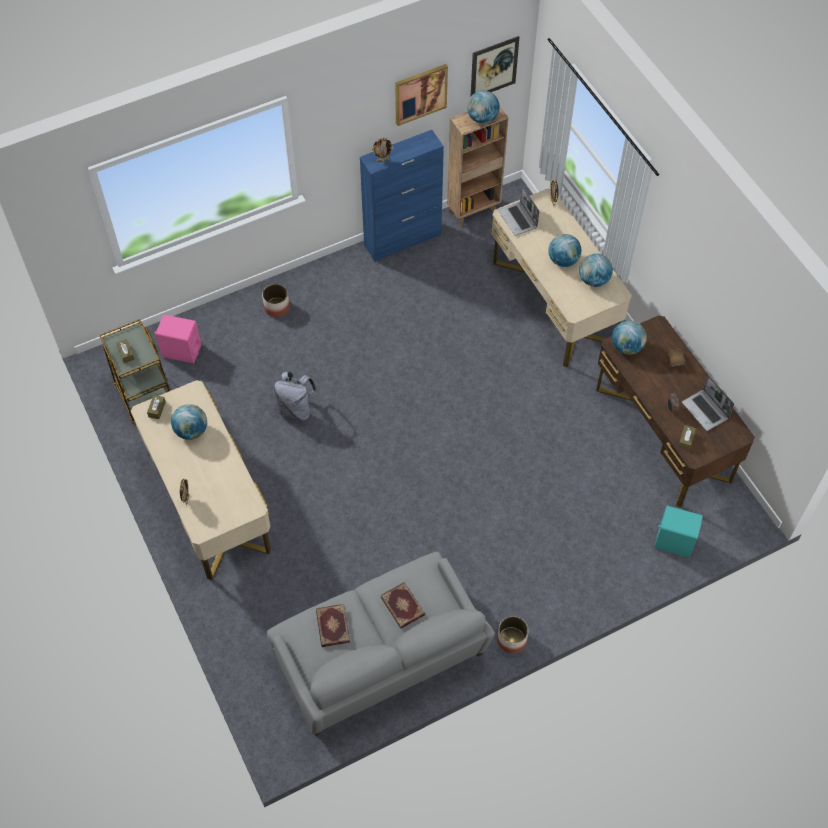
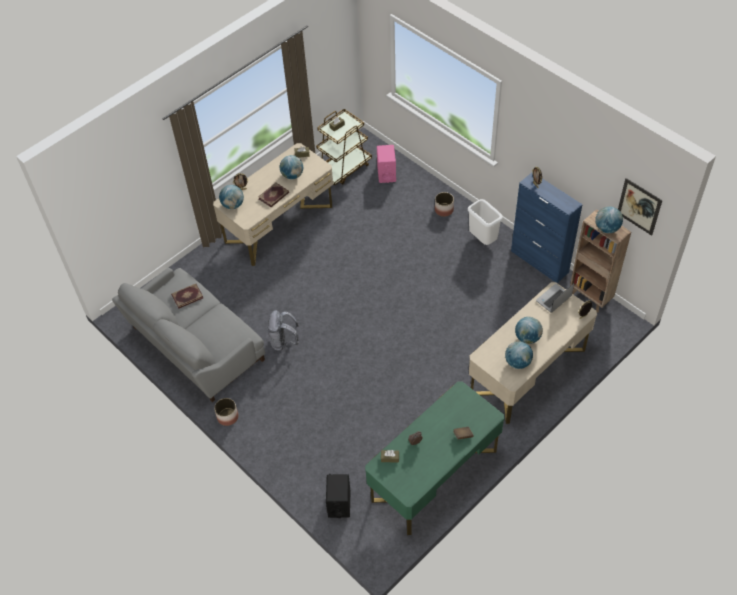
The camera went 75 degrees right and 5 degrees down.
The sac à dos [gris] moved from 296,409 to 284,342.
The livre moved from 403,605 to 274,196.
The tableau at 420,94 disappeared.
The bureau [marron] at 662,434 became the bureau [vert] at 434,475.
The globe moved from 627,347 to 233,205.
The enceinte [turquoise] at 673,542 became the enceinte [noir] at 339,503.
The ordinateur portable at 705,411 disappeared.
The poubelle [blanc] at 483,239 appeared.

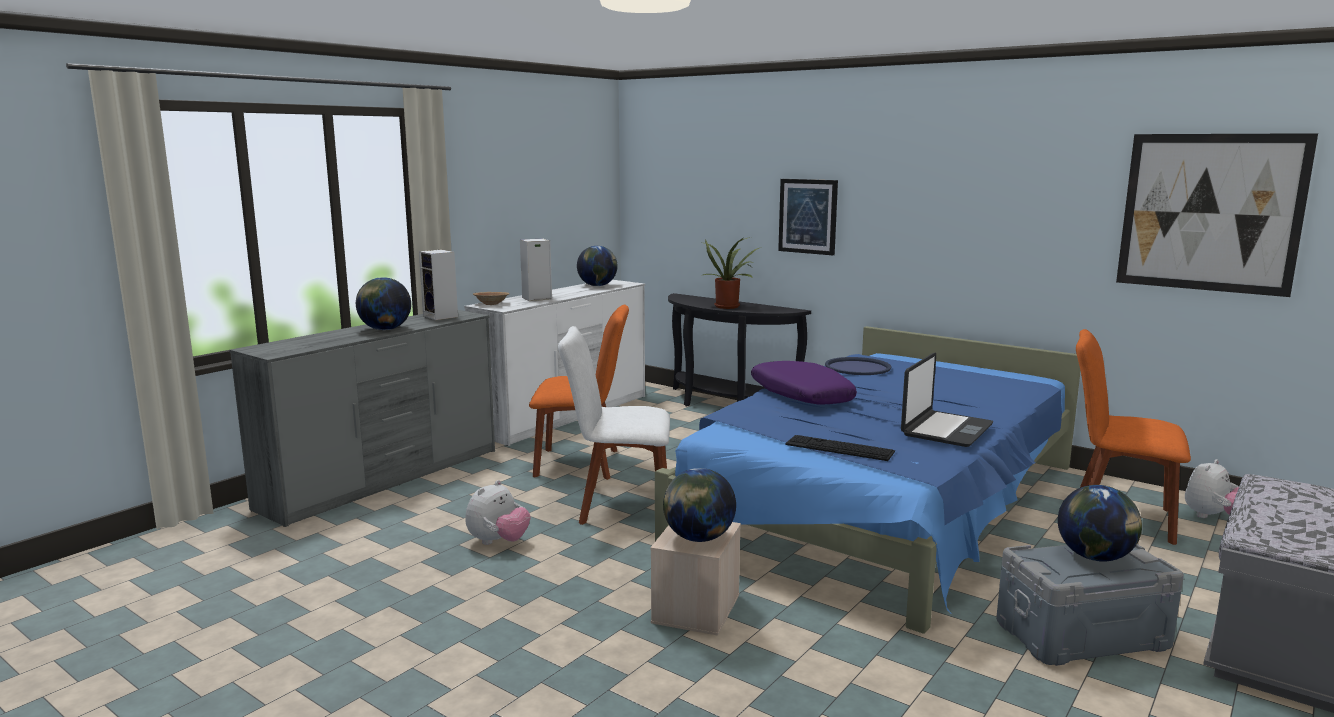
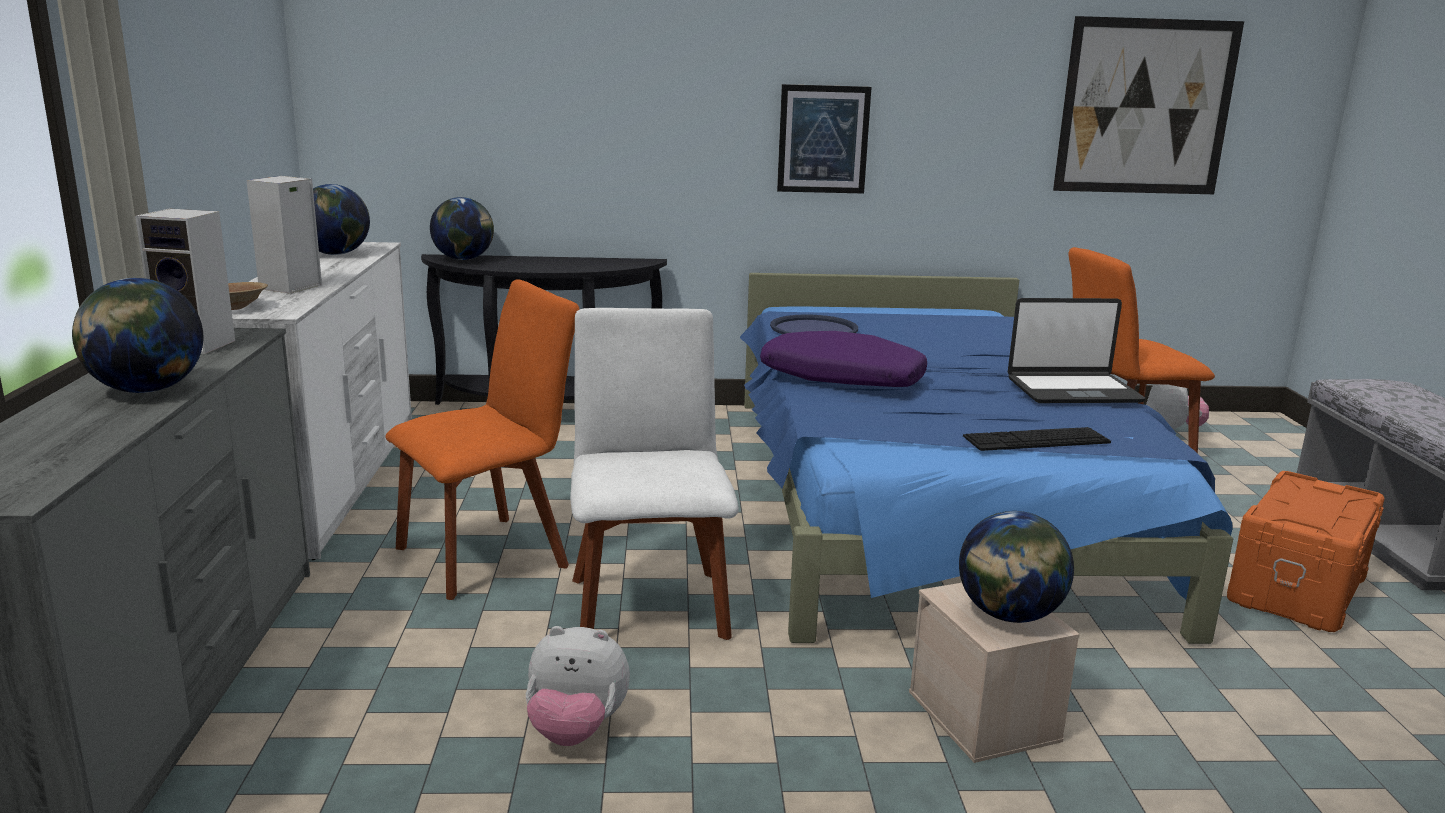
The camera went 40 degrees left and 5 degrees up.
The peluche at 498,542 turned 105 degrees clockwise.
The chaise [blanc] at 619,505 turned 120 degrees clockwise.
The plante en pot at 729,306 disappeared.
The tableau moved from 808,216 to 823,139.
The ordinateur portable at 945,430 turned 90 degrees clockwise.
The boîte de rangement [gris] at 1082,636 became the boîte de rangement [orange] at 1299,589.
The globe moved from 1095,557 to 464,259.

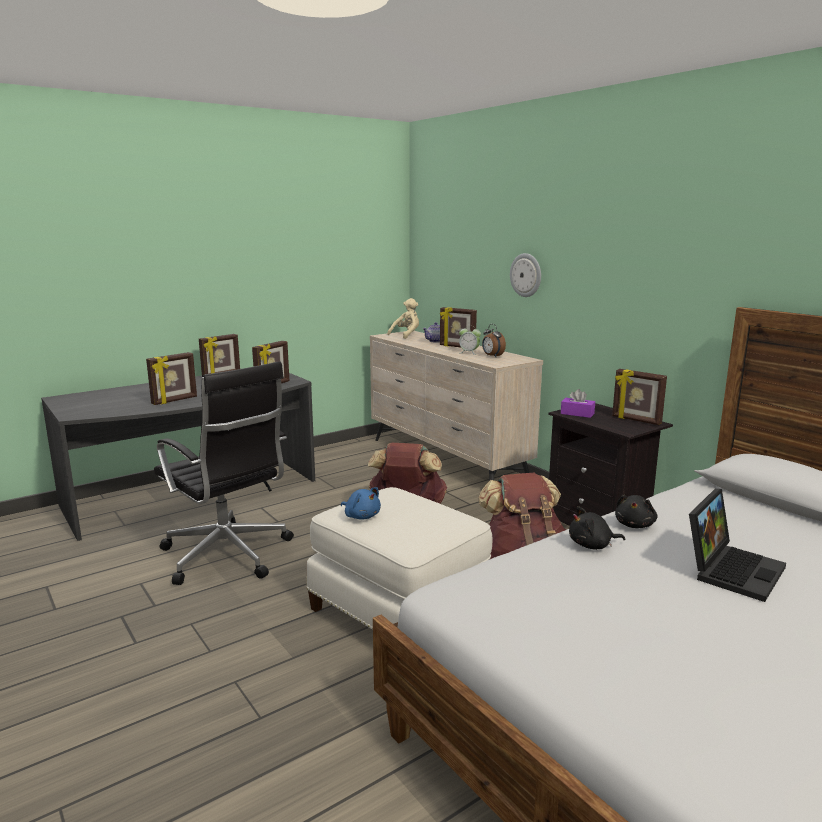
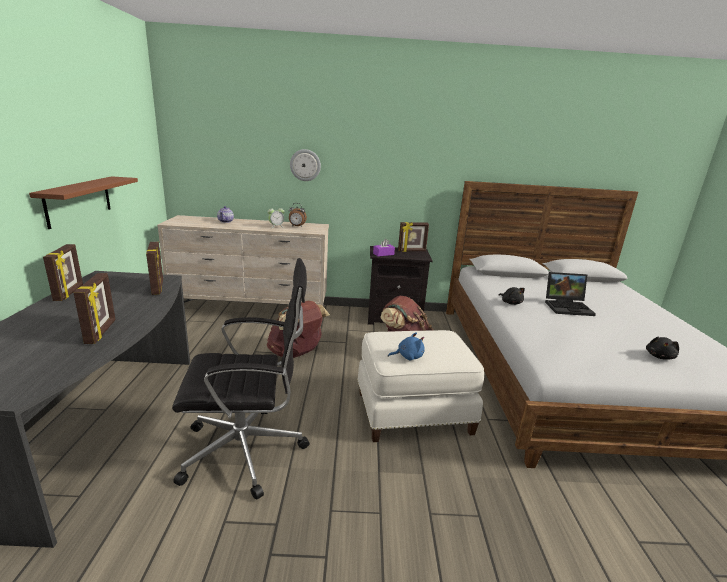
The camera went 55 degrees left and 5 degrees up.
The peluche [beige] at 406,335 disappeared.
The cadre photo at 457,347 disappeared.
The peluche [noir] moved from 592,545 to 659,356.
The ordinateur portable at 731,569 turned 105 degrees clockwise.
The étagère [marron] at 78,201 appeared.

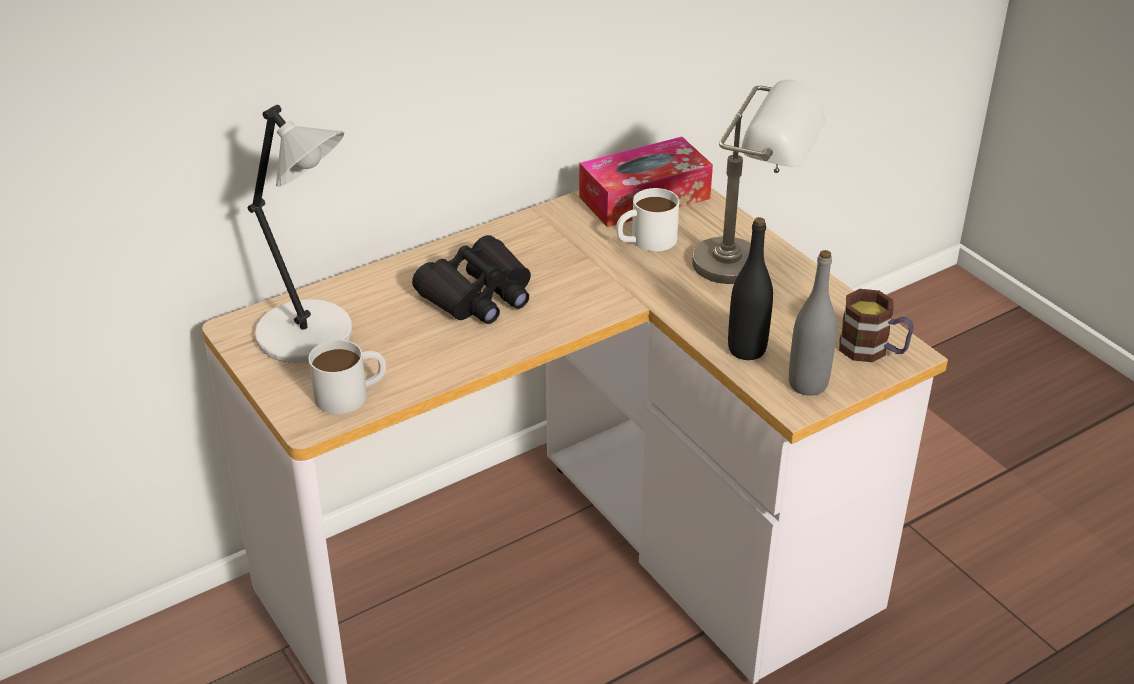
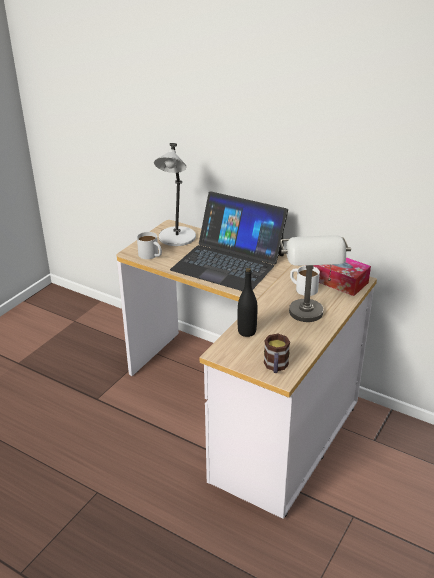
The camera went 65 degrees right and 5 degrees down.
The jumelles [noir] at 478,295 was replaced by the ordinateur portable at 228,262.
The bouteille [gris] at 808,384 disappeared.

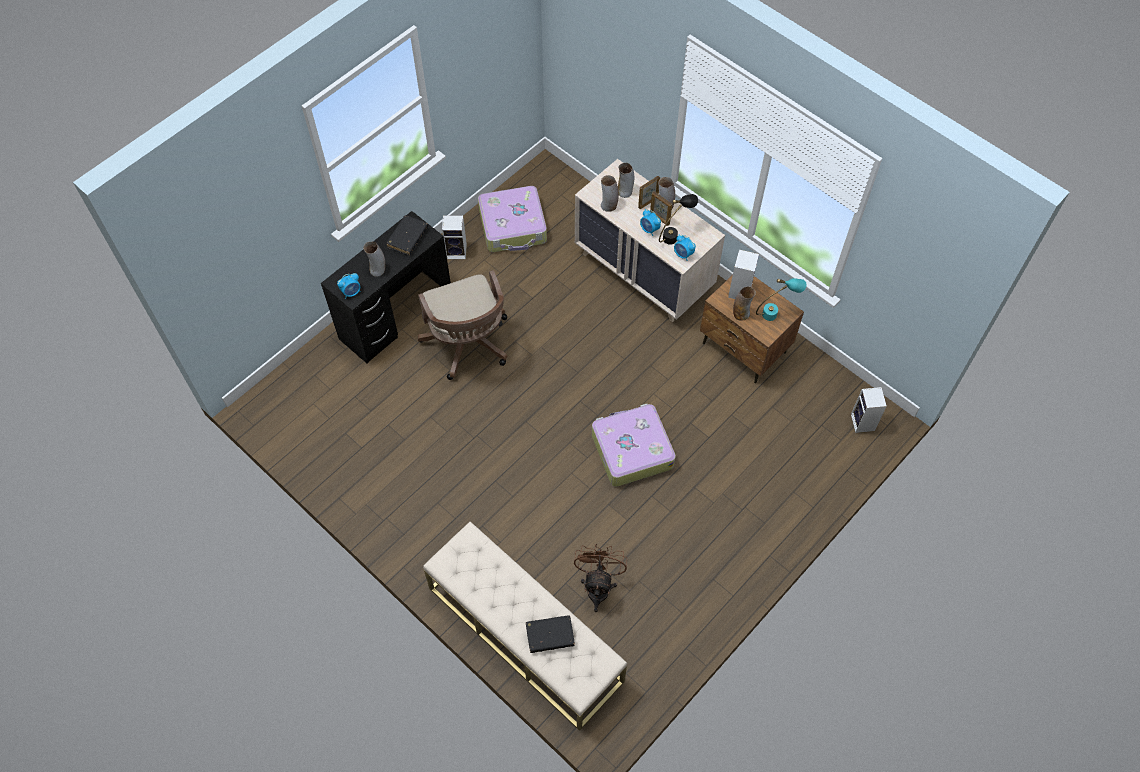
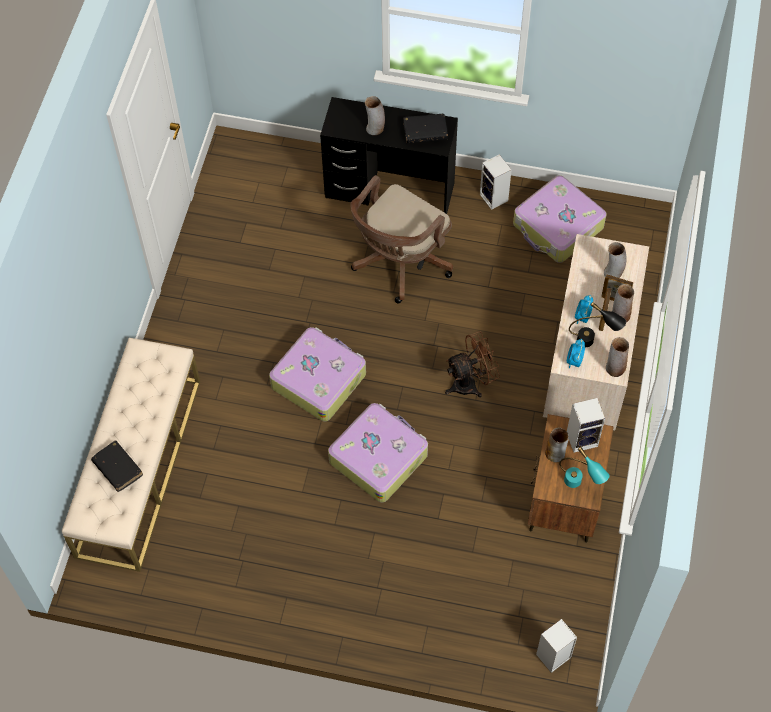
The camera went 60 degrees right and 0 degrees up.
The réveil at 351,292 disappeared.
The ventilateur [marron] moved from 598,586 to 470,383.
The vase moved from 609,206 to 614,369.
The valise at 318,379 appeared.

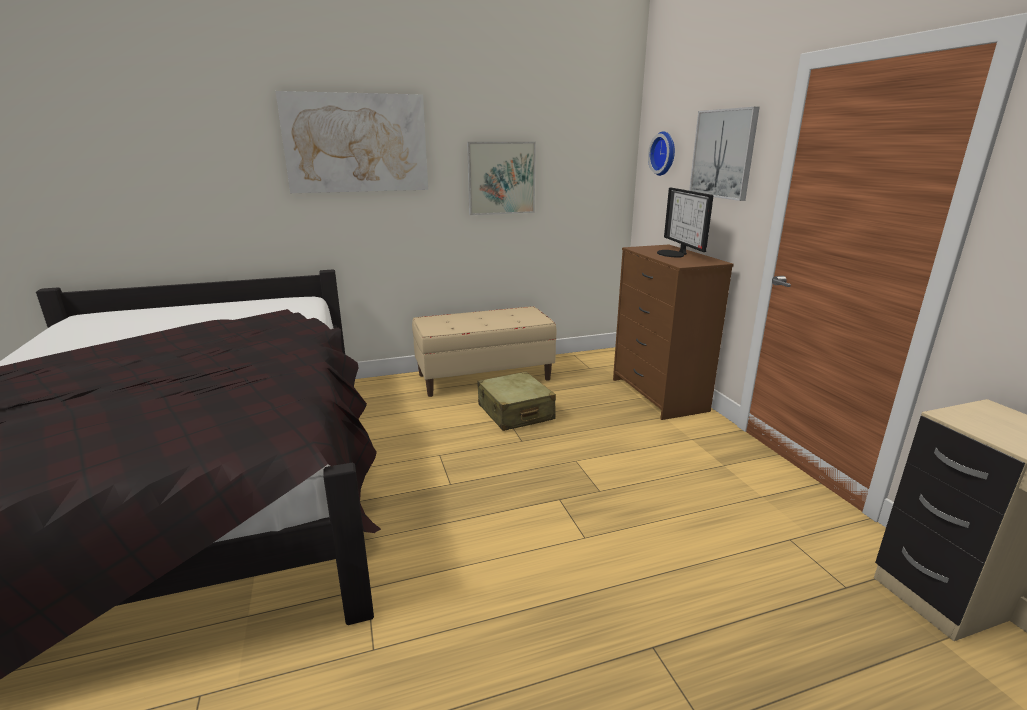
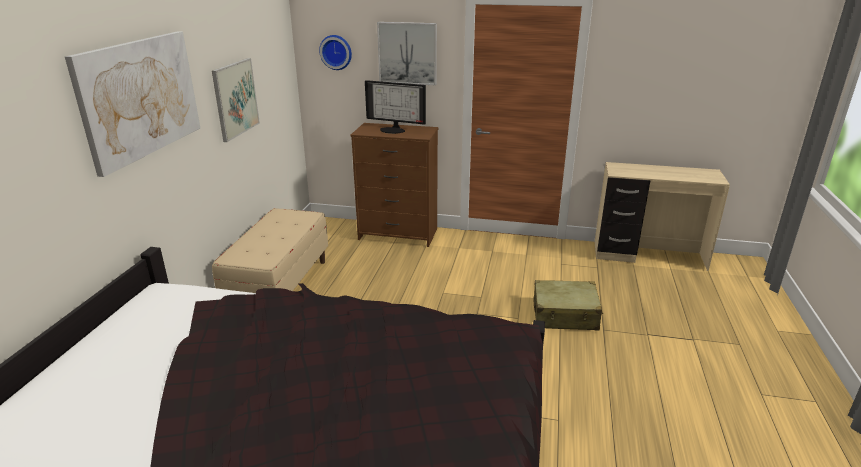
The camera went 60 degrees left and 5 degrees up.
The valise [beige] moved from 515,412 to 565,315.

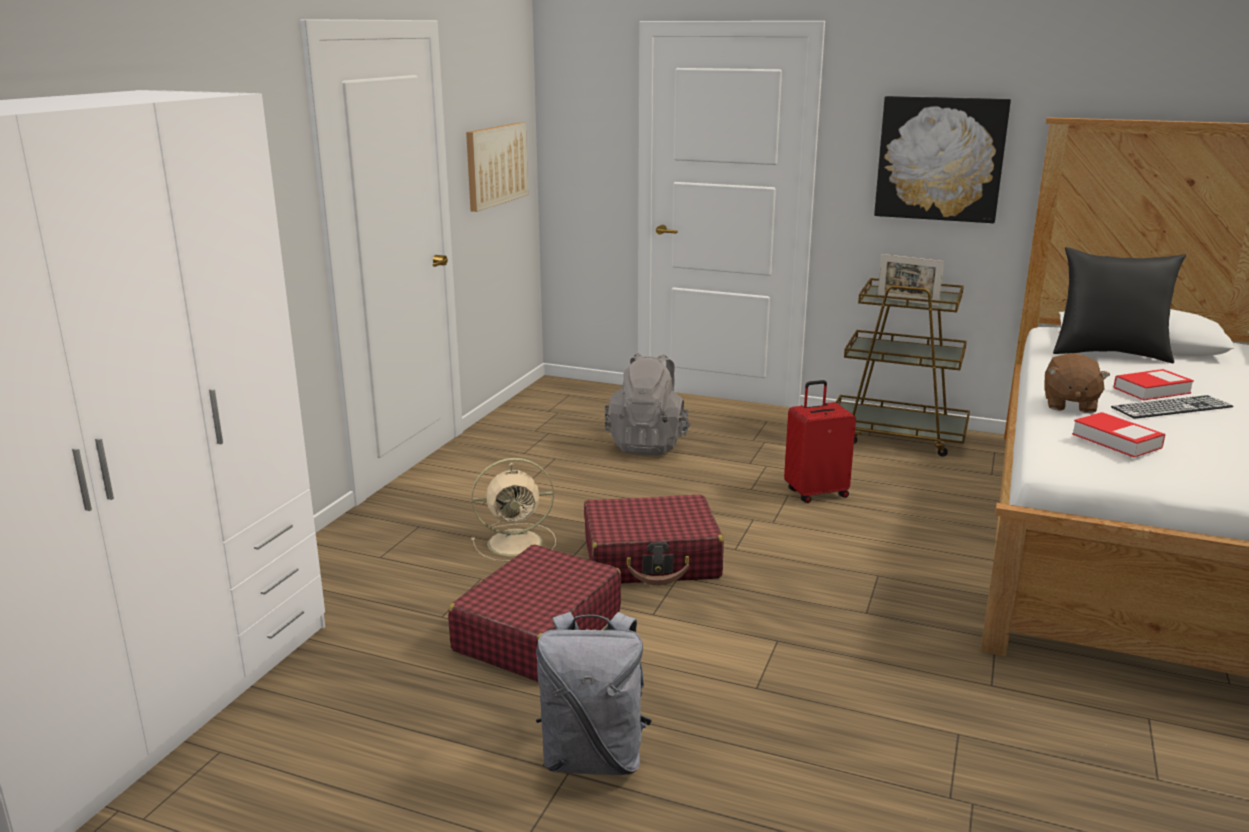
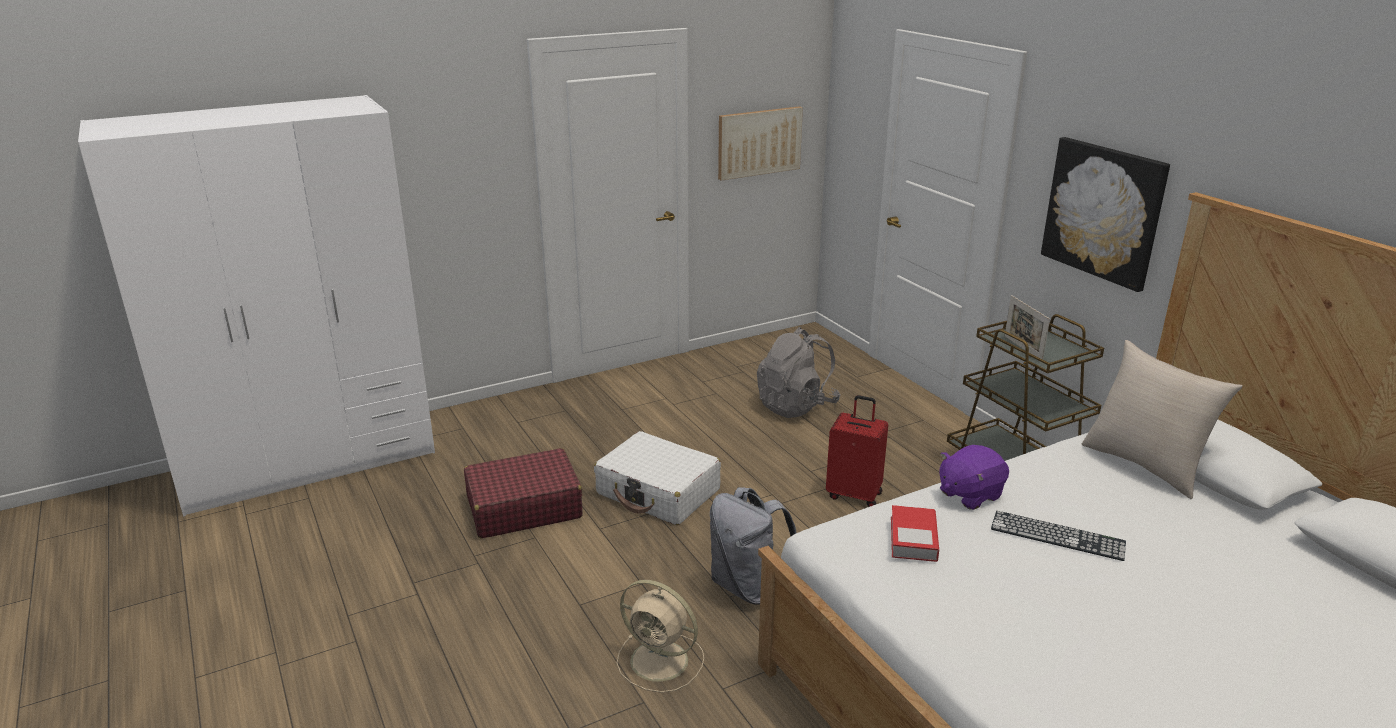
The camera went 40 degrees right and 5 degrees up.
The ventilateur [beige] moved from 517,543 to 661,661.
The sac à dos [gris] moved from 594,757 to 748,587.
The valise [rouge] at 651,559 became the valise [blanc] at 658,492.
The peluche [marron] at 1069,404 became the peluche [violet] at 969,494.
The coussin [noir] at 1109,353 became the coussin [beige] at 1145,465.
The livre at 1151,390 disappeared.

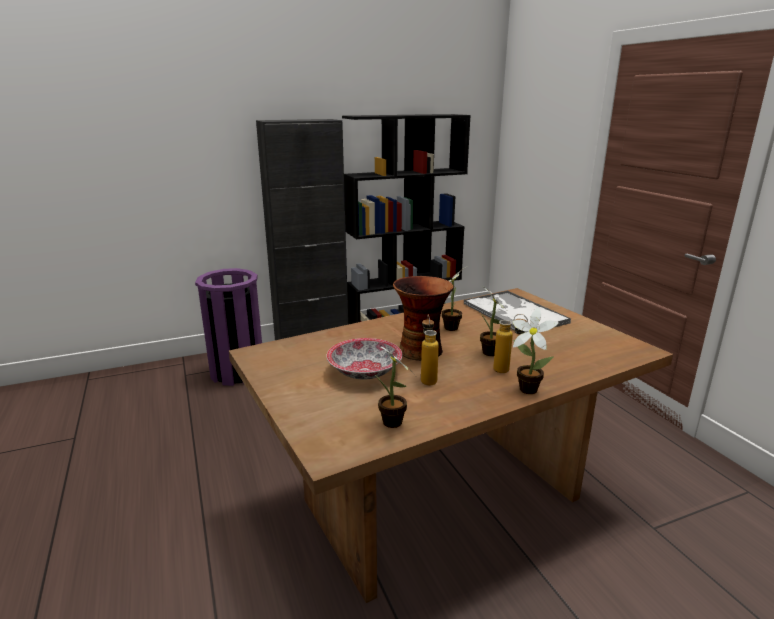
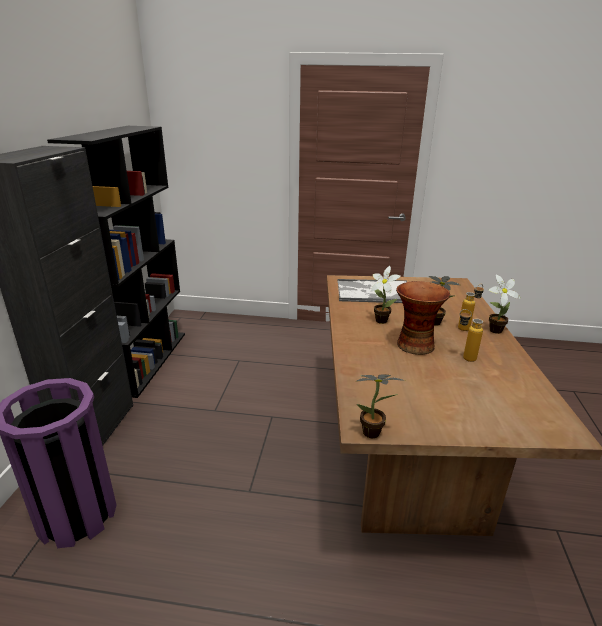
The camera went 60 degrees left and 5 degrees up.
The bol at 364,372 disappeared.
The plante en pot moved from 393,424 to 374,433.

